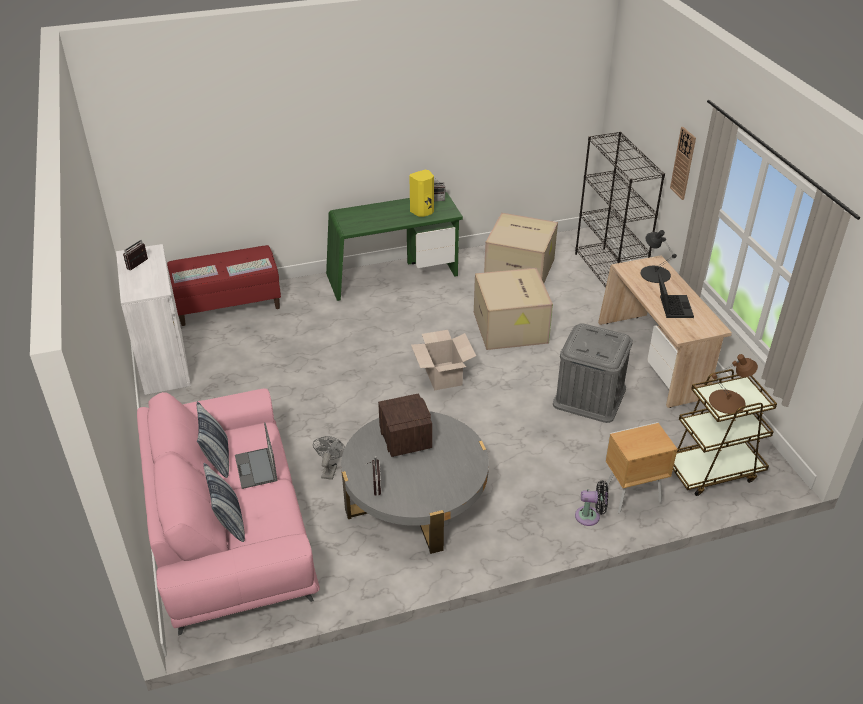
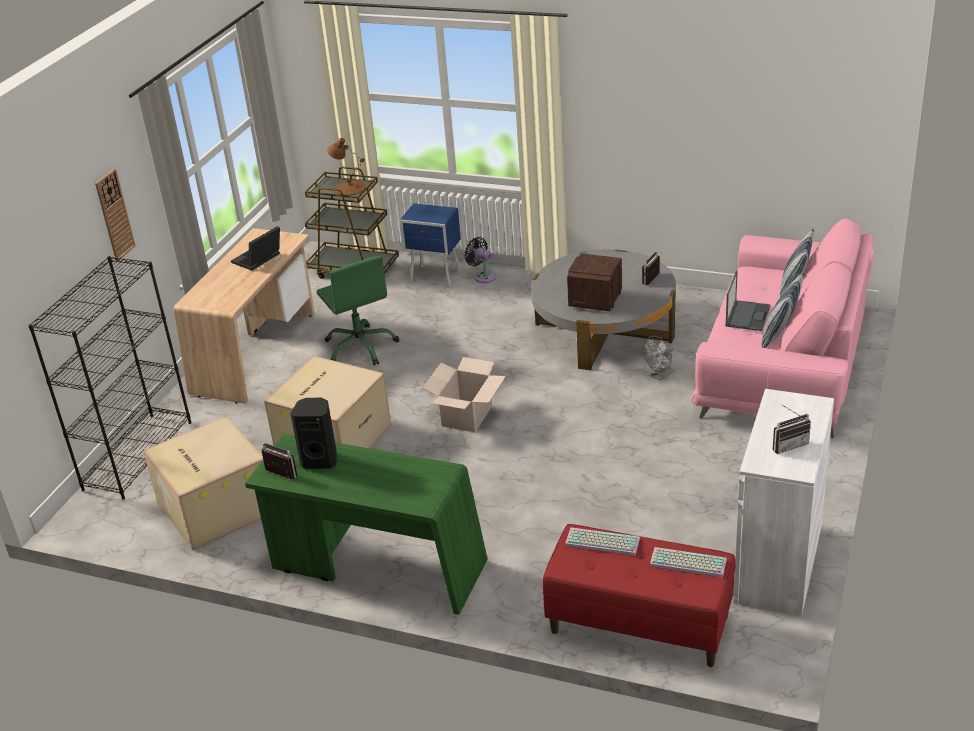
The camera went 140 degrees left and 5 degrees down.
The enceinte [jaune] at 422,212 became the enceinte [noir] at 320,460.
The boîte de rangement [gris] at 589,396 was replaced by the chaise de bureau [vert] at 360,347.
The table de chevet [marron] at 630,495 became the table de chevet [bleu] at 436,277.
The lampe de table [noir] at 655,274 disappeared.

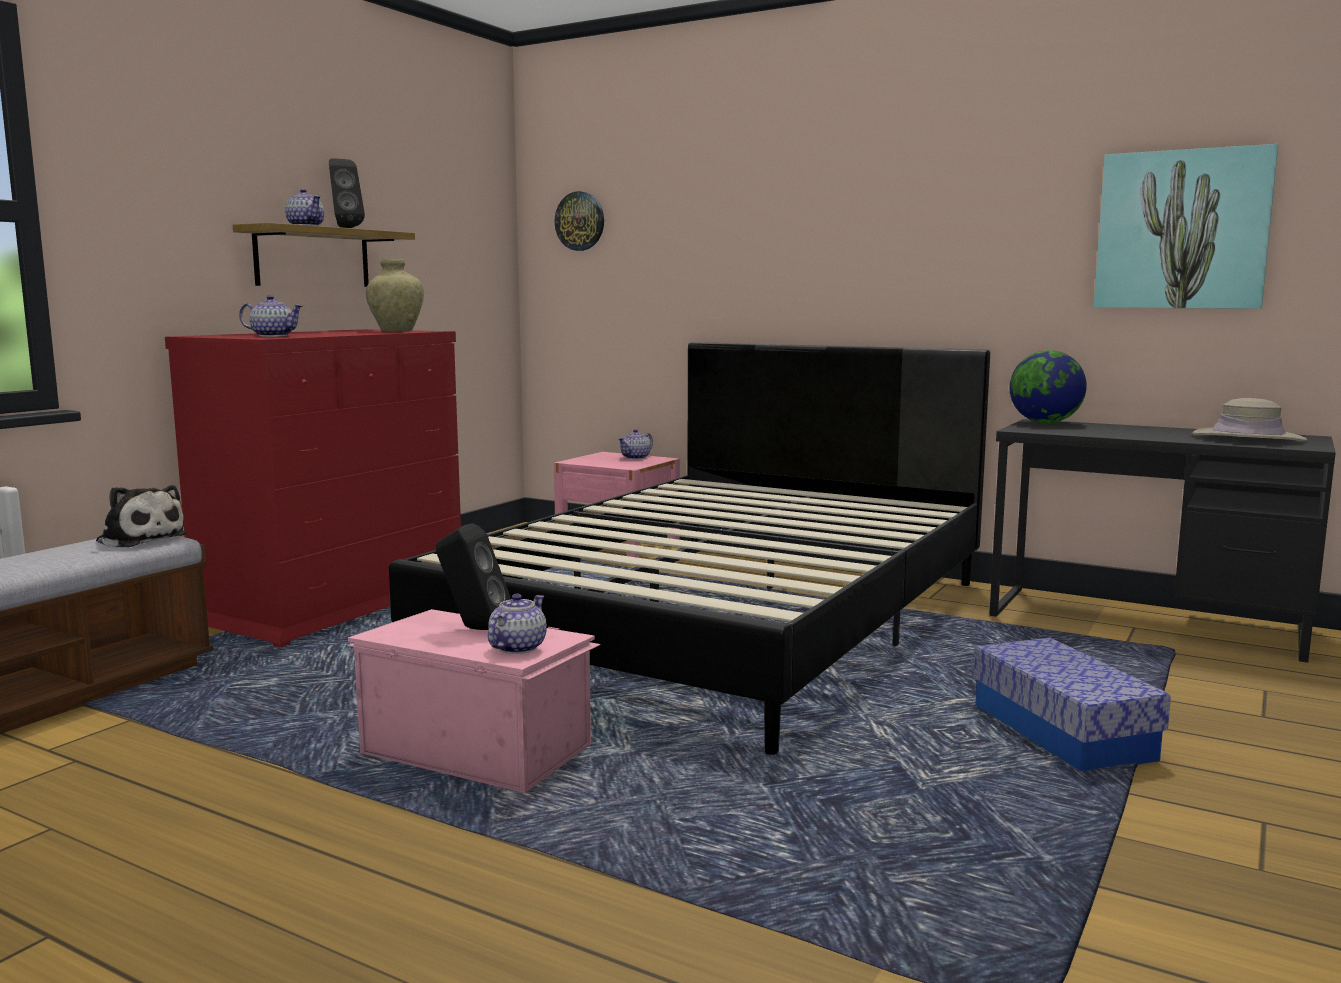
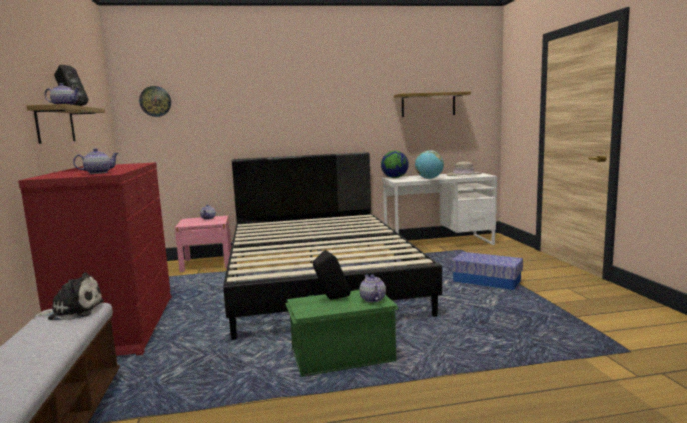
The camera went 40 degrees left and 0 degrees up.
The boîte de rangement [rose] at 477,749 became the boîte de rangement [vert] at 341,355.
The vase [beige] at 396,330 disappeared.
The bureau [noir] at 1146,621 became the bureau [blanc] at 438,243.
The tableau at 1182,230 was replaced by the étagère at 428,105.
The globe at 429,179 appeared.

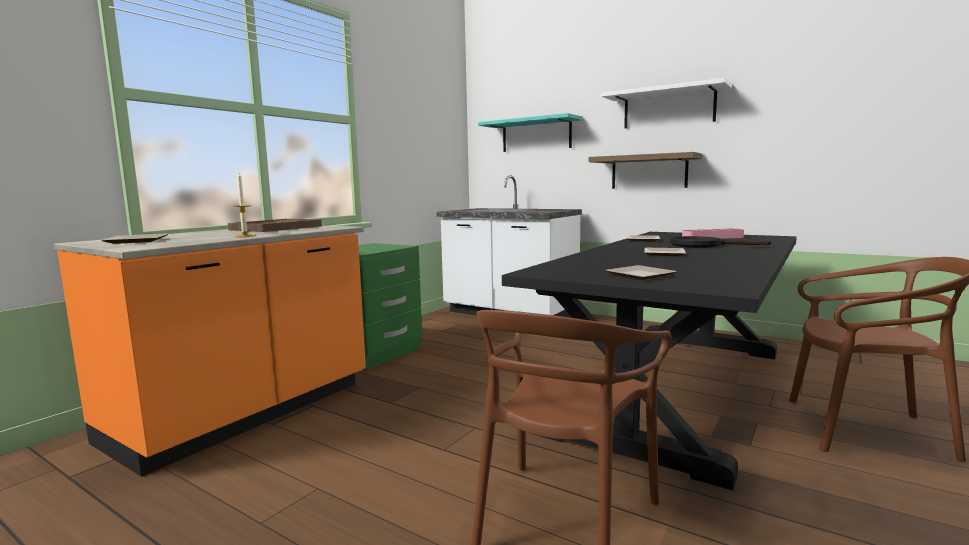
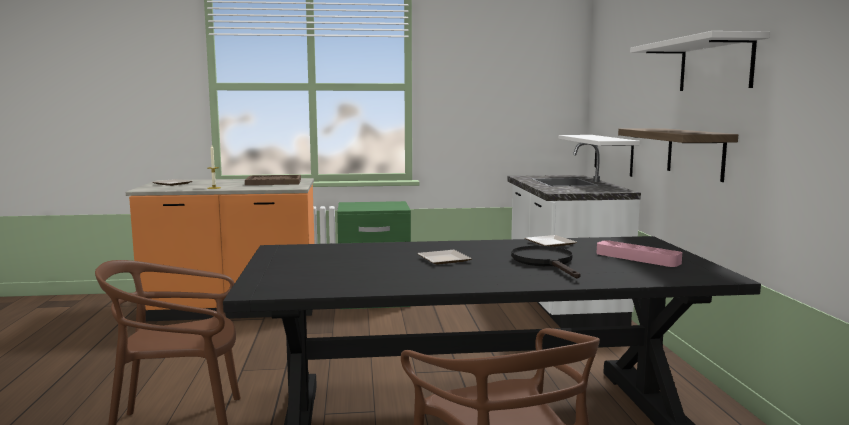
The camera went 50 degrees right and 0 degrees up.
The étagère [turquoise] at 536,135 disappeared.
The assiette at 642,275 disappeared.
The étagère [blanc] at 613,154 appeared.

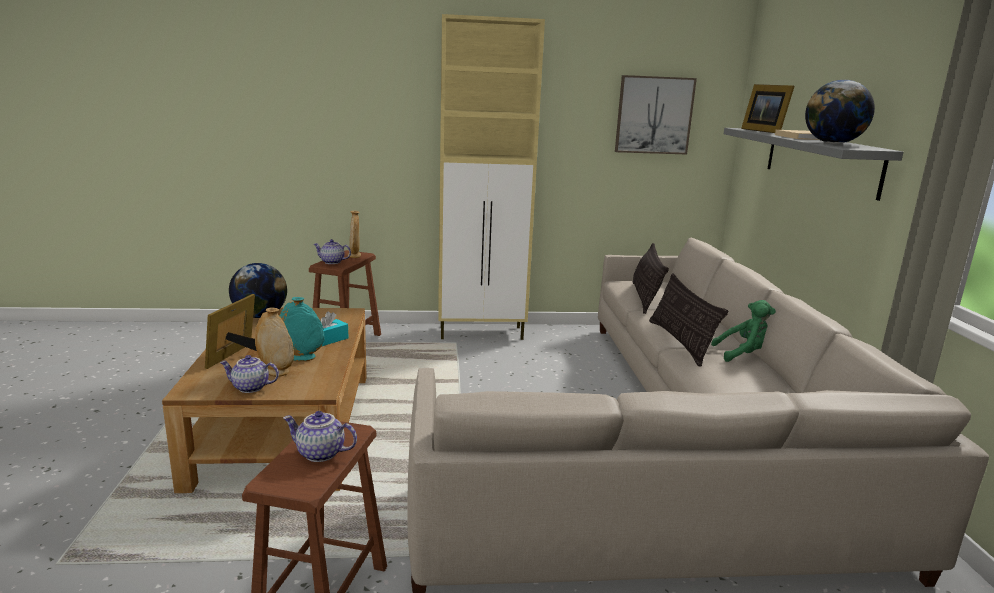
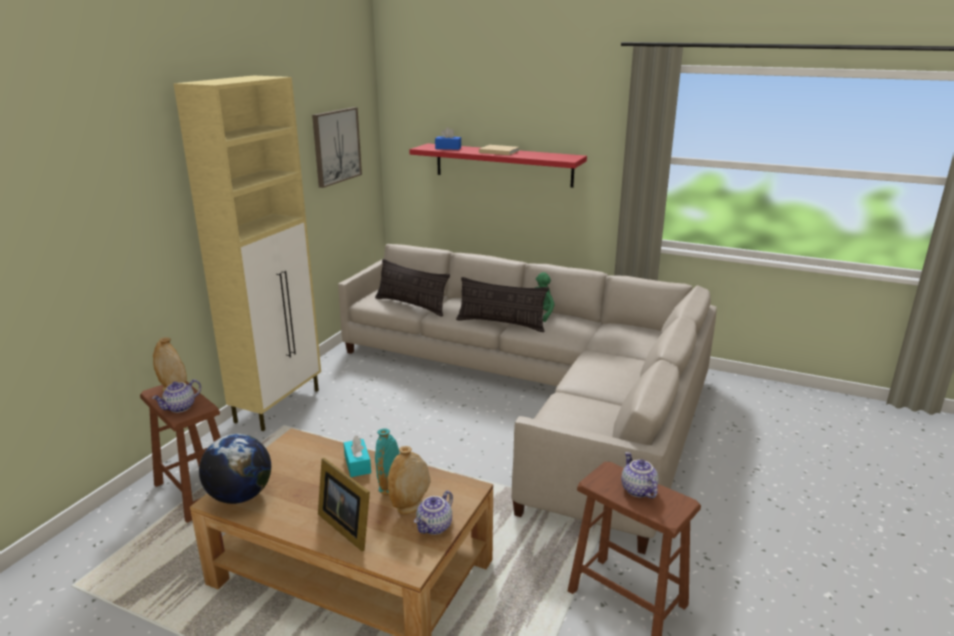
The camera went 60 degrees left and 5 degrees up.
The théière at 319,454 turned 120 degrees clockwise.
The étagère [gris] at 820,160 became the étagère [rouge] at 503,165.
The cadre photo at 764,131 was replaced by the boîte à mouchoirs [bleu] at 448,148.
The globe at 833,143 disappeared.

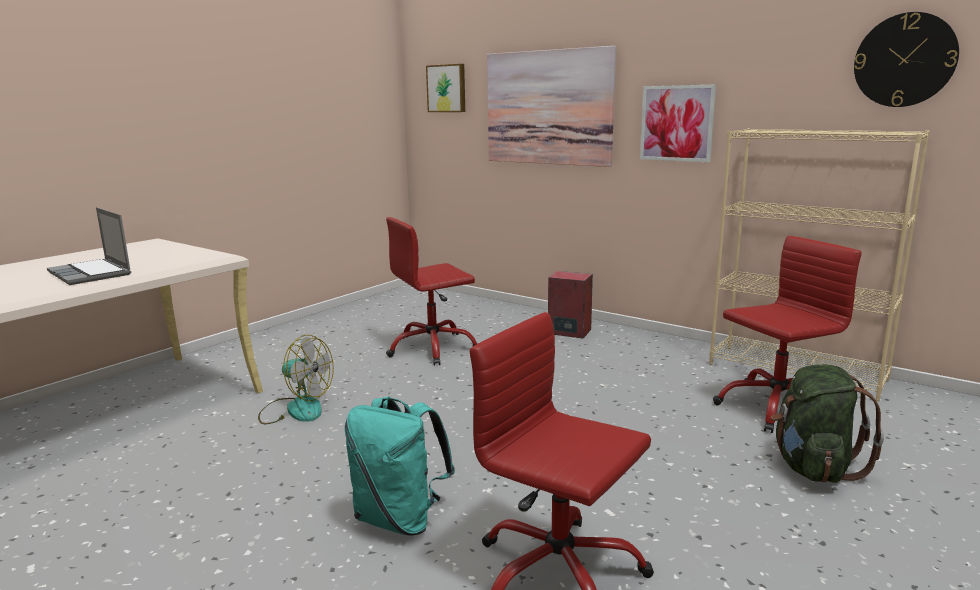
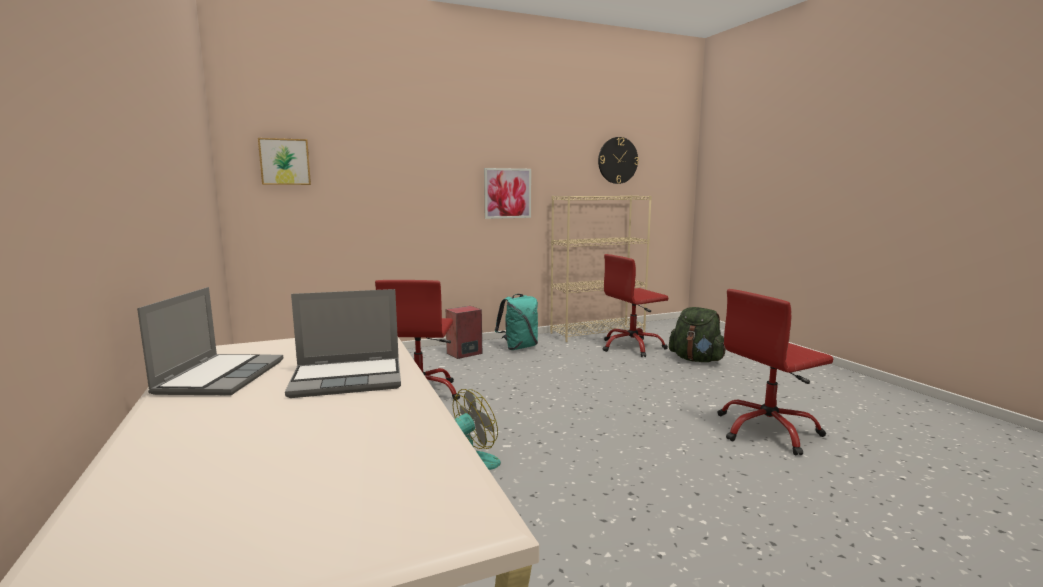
The camera went 60 degrees left and 5 degrees down.
The sac à dos [turquoise] moved from 400,519 to 519,347.
The tableau at 548,108 disappeared.
The chaise de bureau [rouge] at 776,407 turned 120 degrees counterclockwise.
The ordinateur portable at 221,376 appeared.

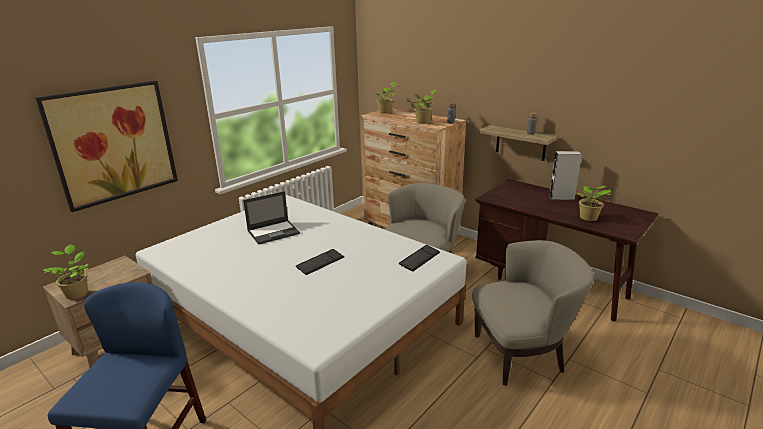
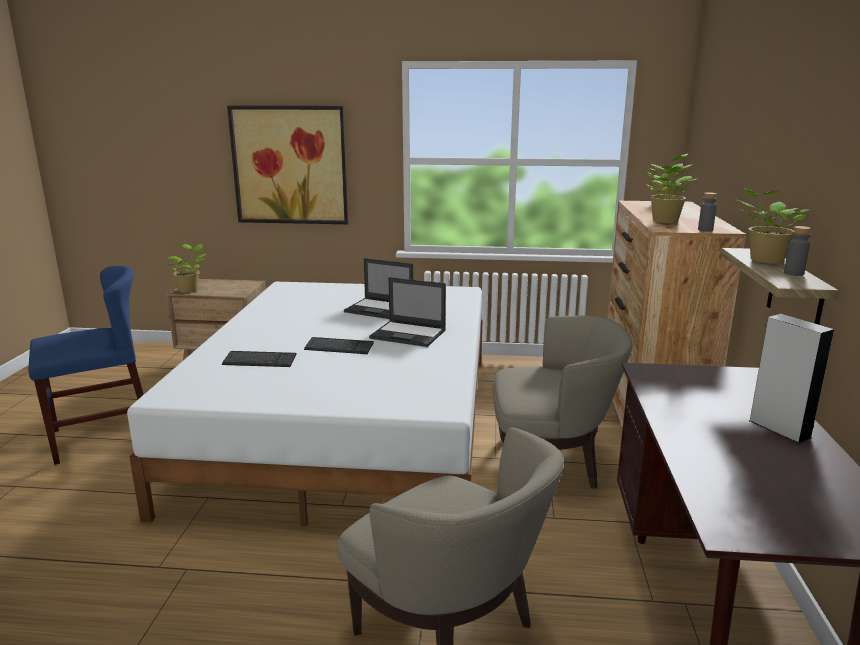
The camera went 55 degrees right and 5 degrees down.
The clavier moved from 419,259 to 260,361.
The plante en pot moved from 588,218 to 764,260.
The ordinateur portable at 409,334 appeared.

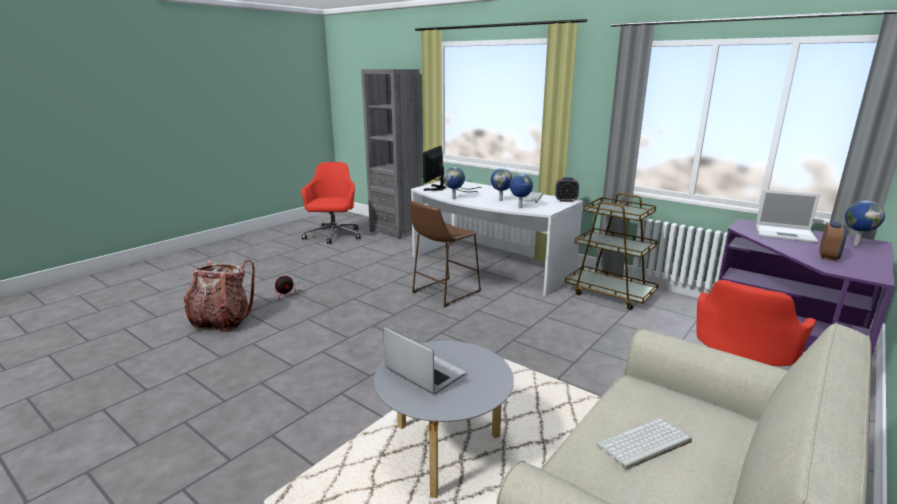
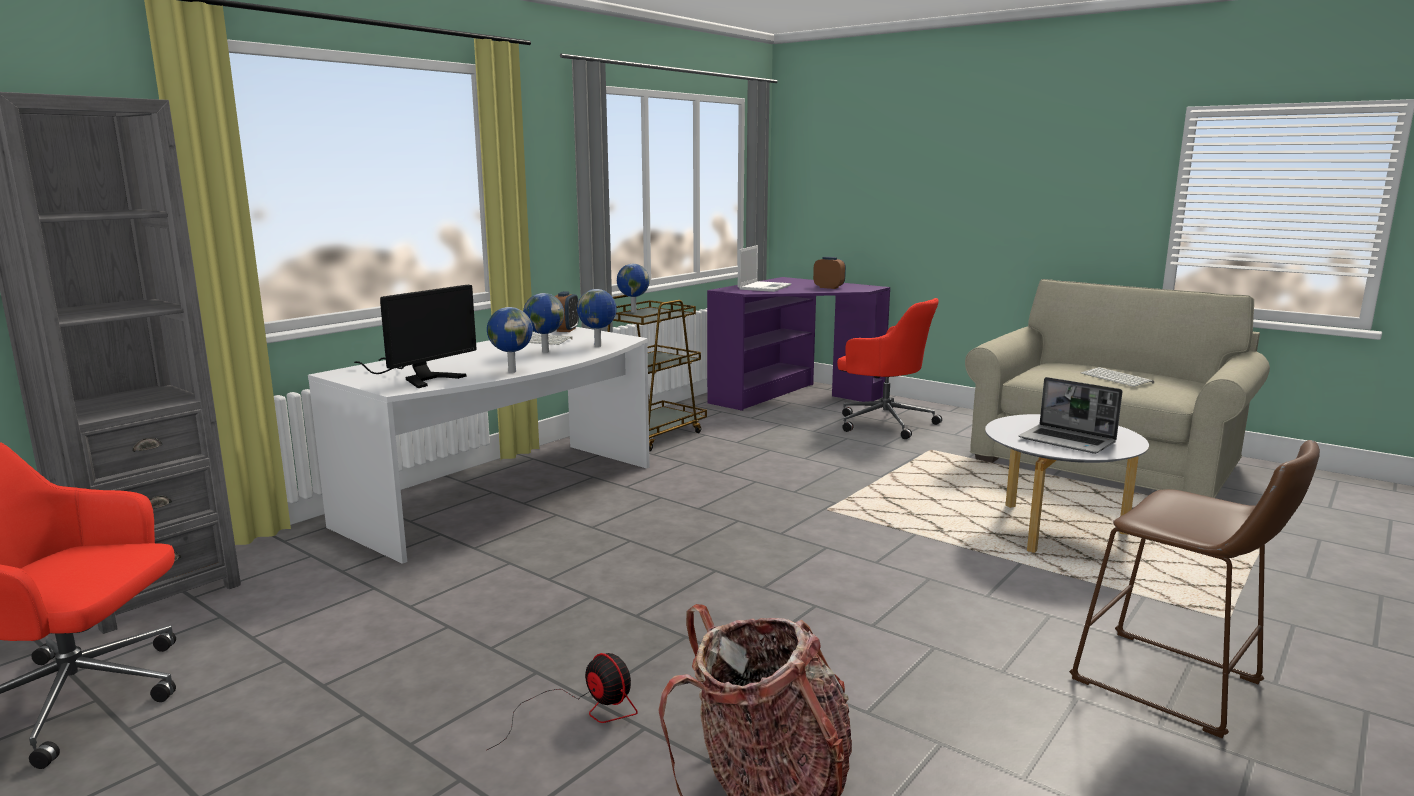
The camera went 90 degrees left and 5 degrees down.
The ordinateur portable at 423,372 turned 90 degrees counterclockwise.
The tabouret [marron] moved from 443,293 to 1176,685.
The écran d'ordinateur at 443,189 turned 75 degrees counterclockwise.
The globe moved from 855,244 to 633,312.

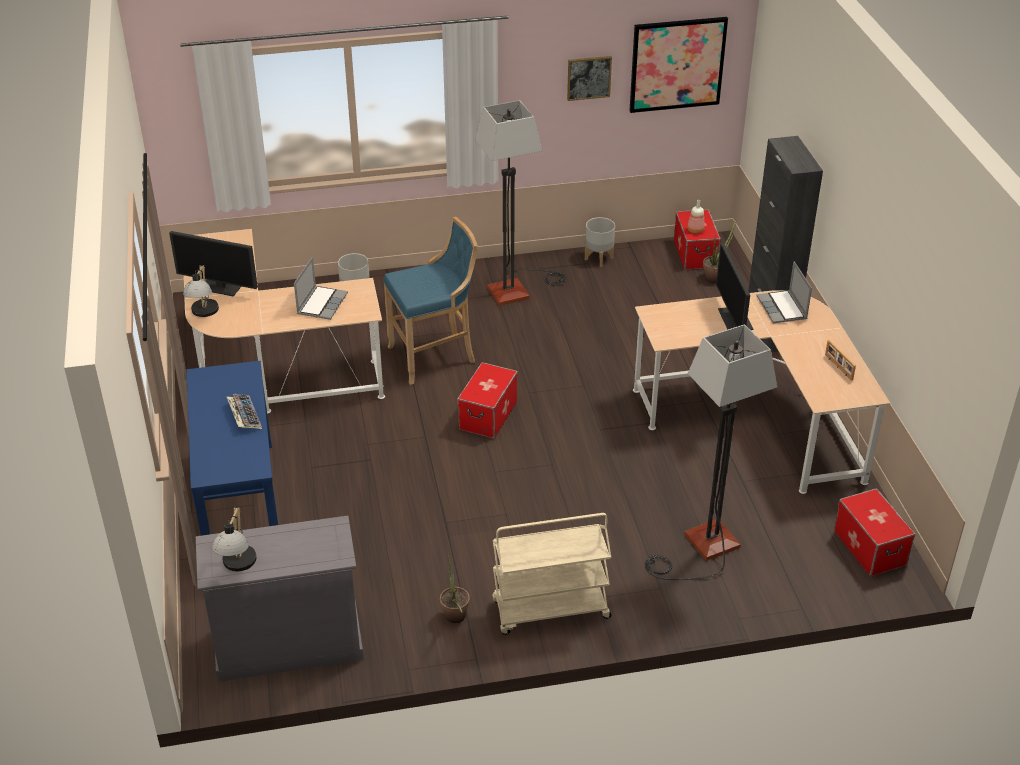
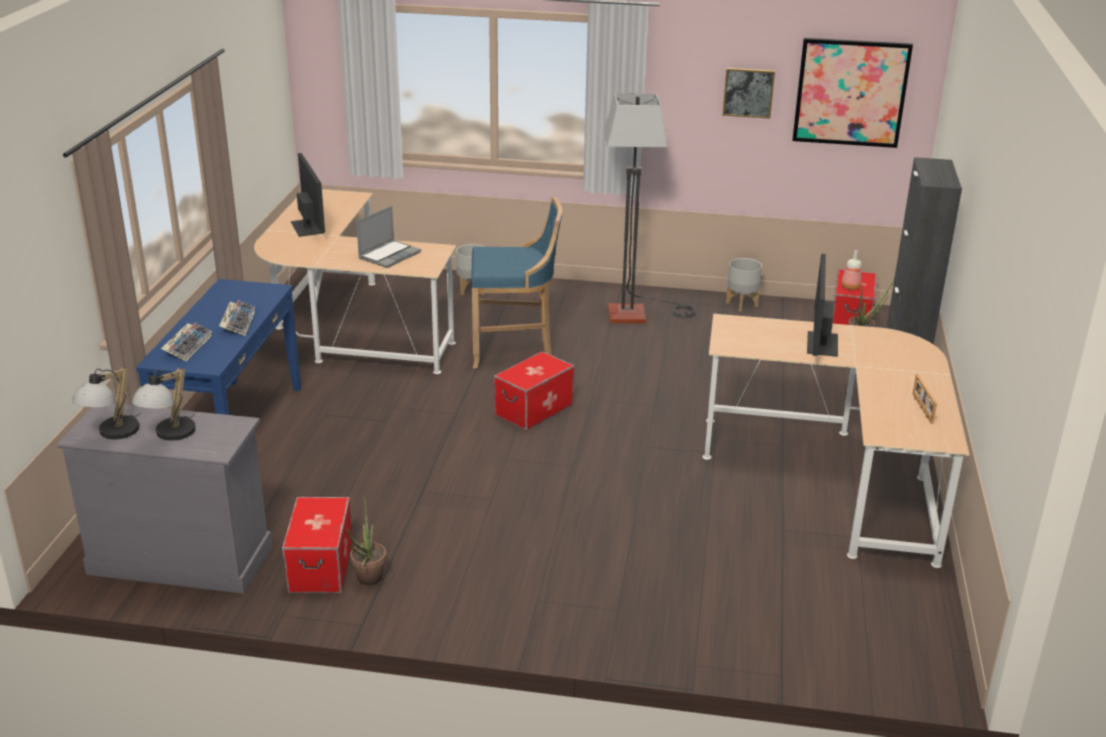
The camera went 20 degrees right and 10 degrees down.
The écran d'ordinateur at 221,286 turned 150 degrees counterclockwise.
The lampe de table moved from 204,313 to 169,436.
The chariot [beige] at 550,610 disappeared.
The lampadaire at 702,549 disappeared.
The ordinateur portable at 782,308 disappeared.
The boîte de rangement moved from 869,548 to 320,566.
The clavier at 187,346 appeared.

